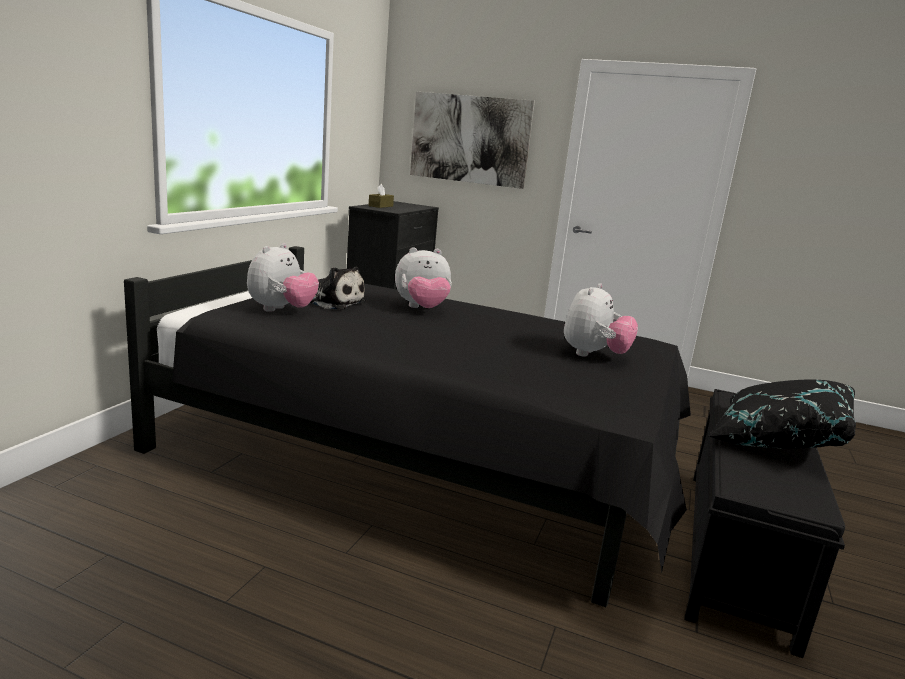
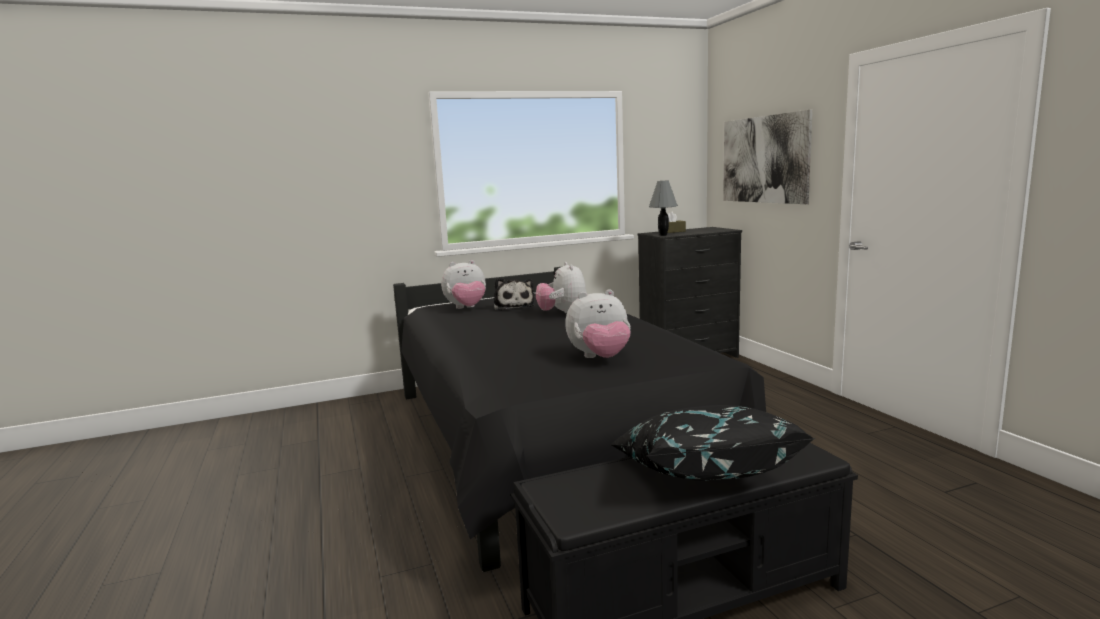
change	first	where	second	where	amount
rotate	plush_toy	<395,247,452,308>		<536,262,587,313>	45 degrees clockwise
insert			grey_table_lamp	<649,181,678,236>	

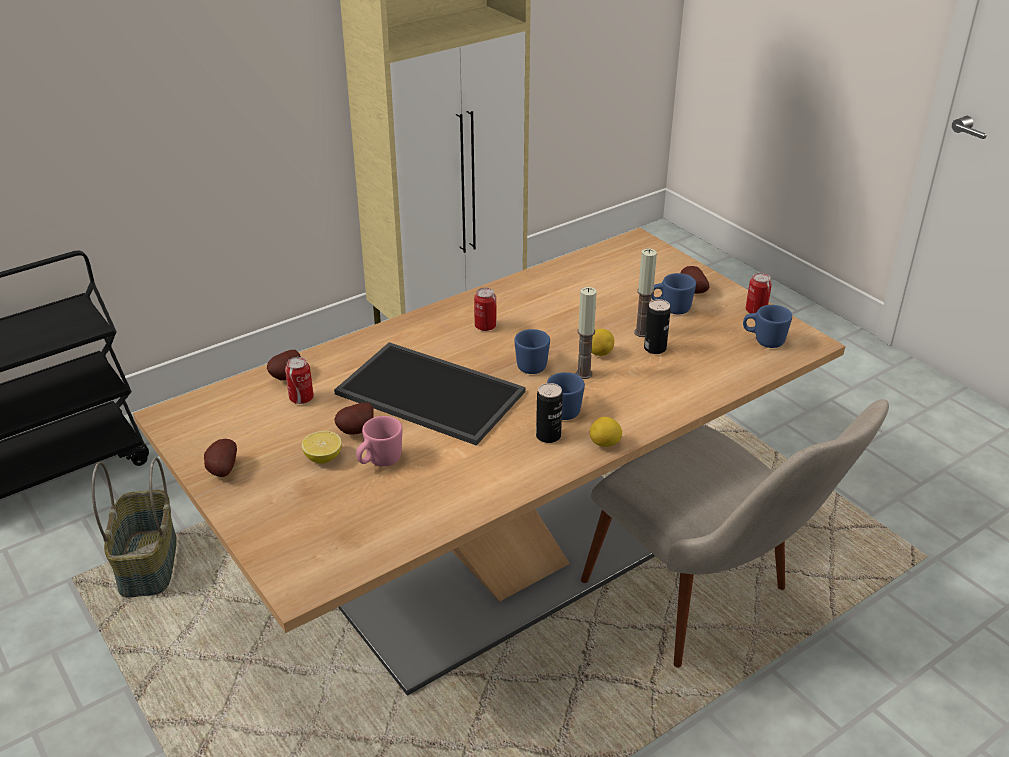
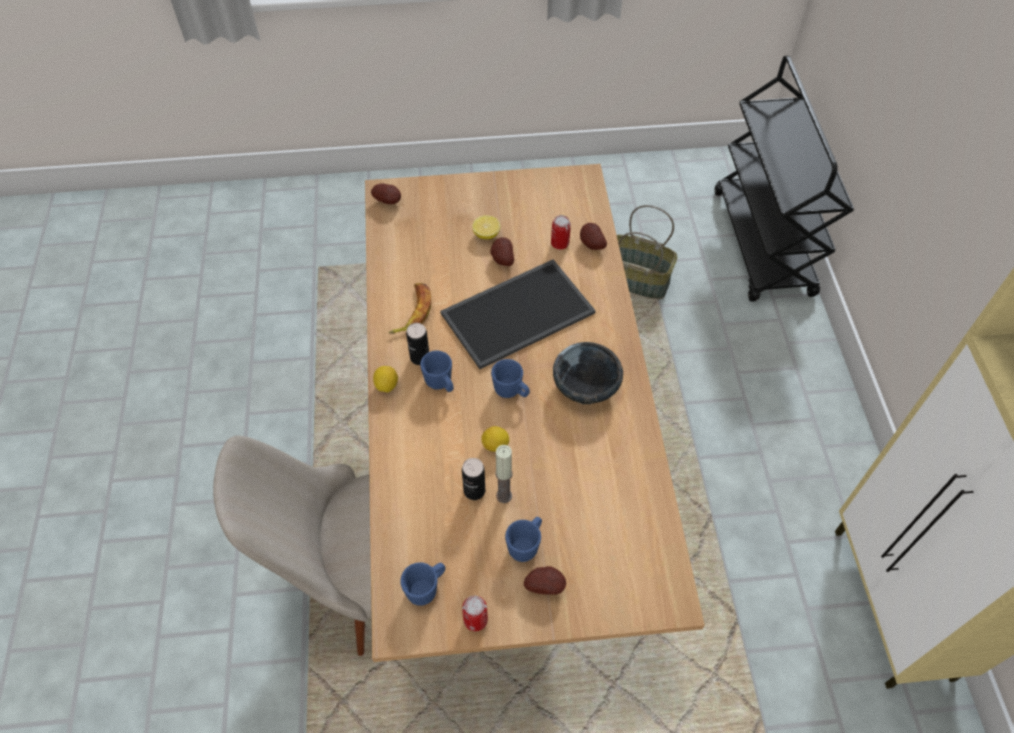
change	first	where	second	where	amount
move	potato	<204,439,237,477>		<371,183,401,204>	
insert			banana	<388,283,431,334>	
replace	can	<474,288,497,331>	black_bowl	<553,342,623,404>	
delete	pink_mug	<356,416,403,467>			
delete	candle	<576,287,597,379>			

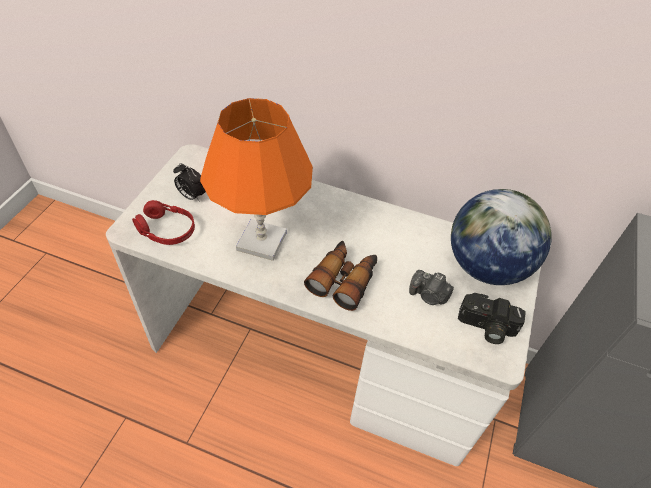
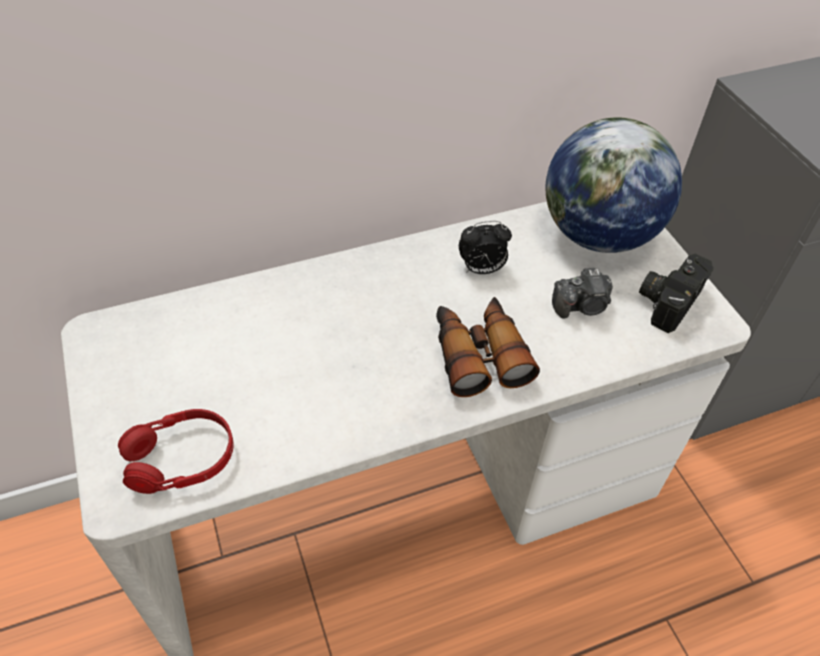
change	first	where	second	where	amount
move	alarm_clock	<173,163,206,202>		<459,221,512,274>	
rotate	photo_camera	<458,293,526,344>		<639,254,714,333>	150 degrees clockwise
delete	orange_table_lamp	<200,98,313,261>			

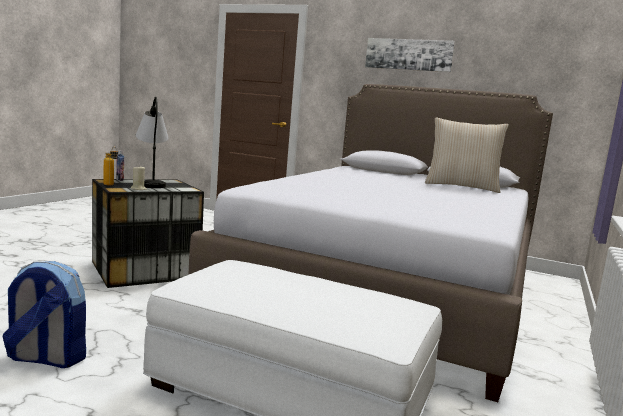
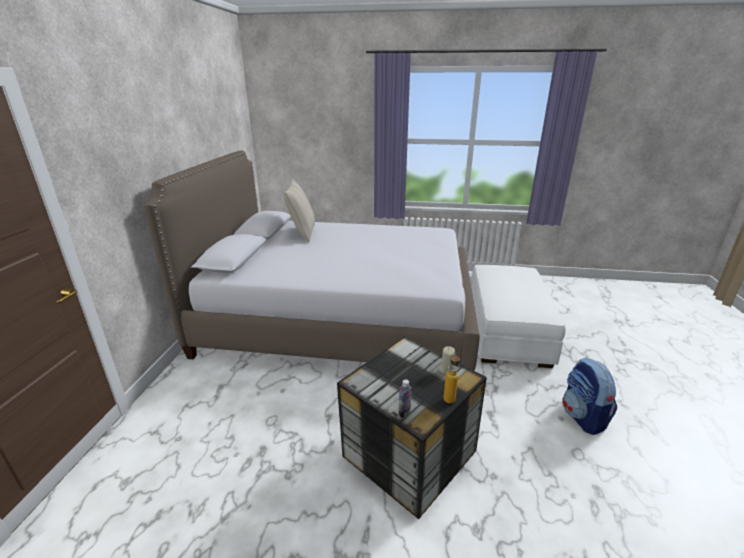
change	first	where	second	where	amount
delete	table_lamp	<136,97,168,188>			
delete	picture	<365,38,455,72>			

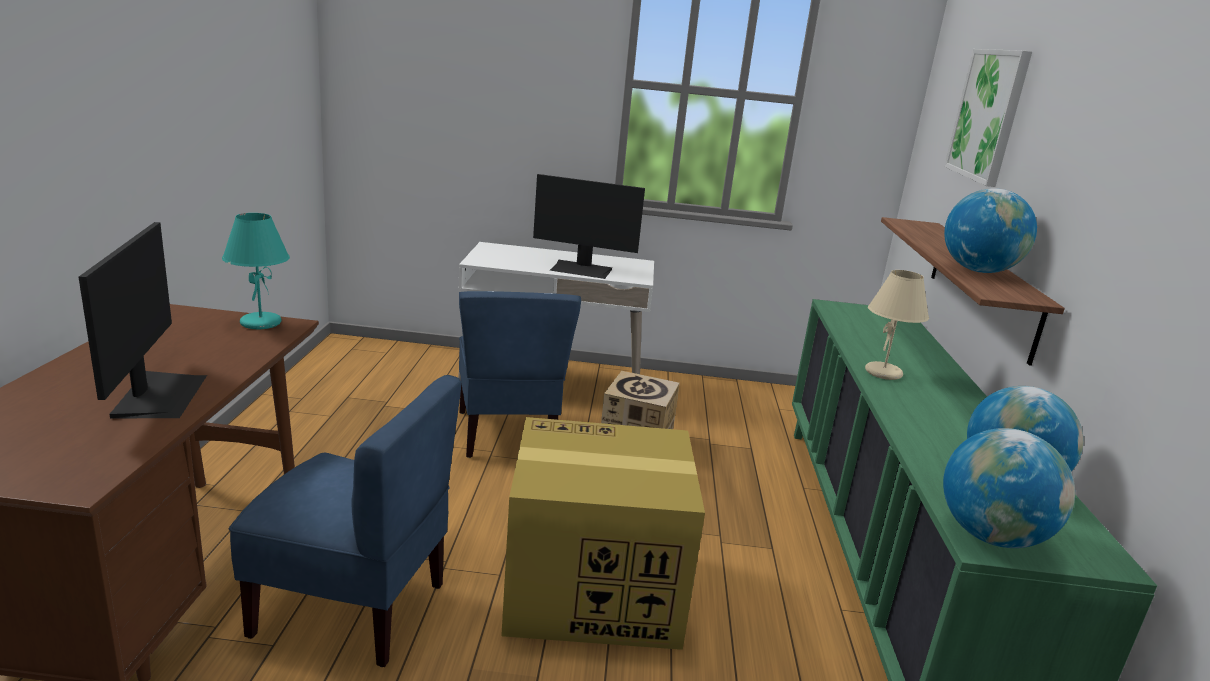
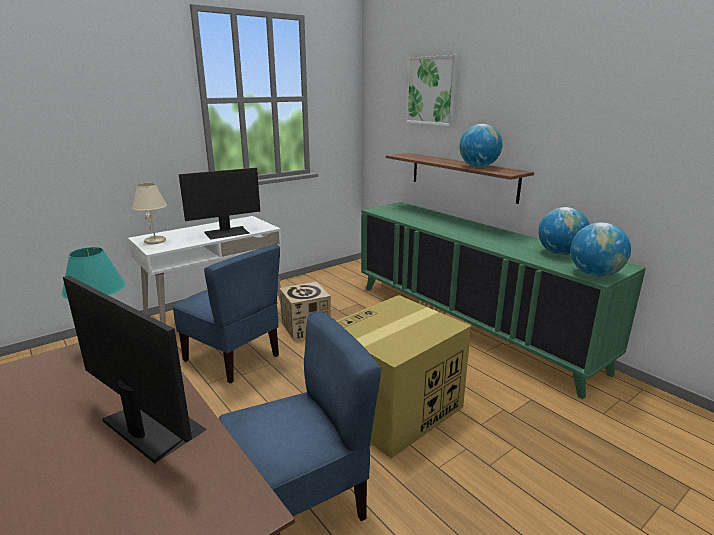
change	first	where	second	where	amount
move	beige_table_lamp	<865,270,929,380>		<132,183,167,244>	

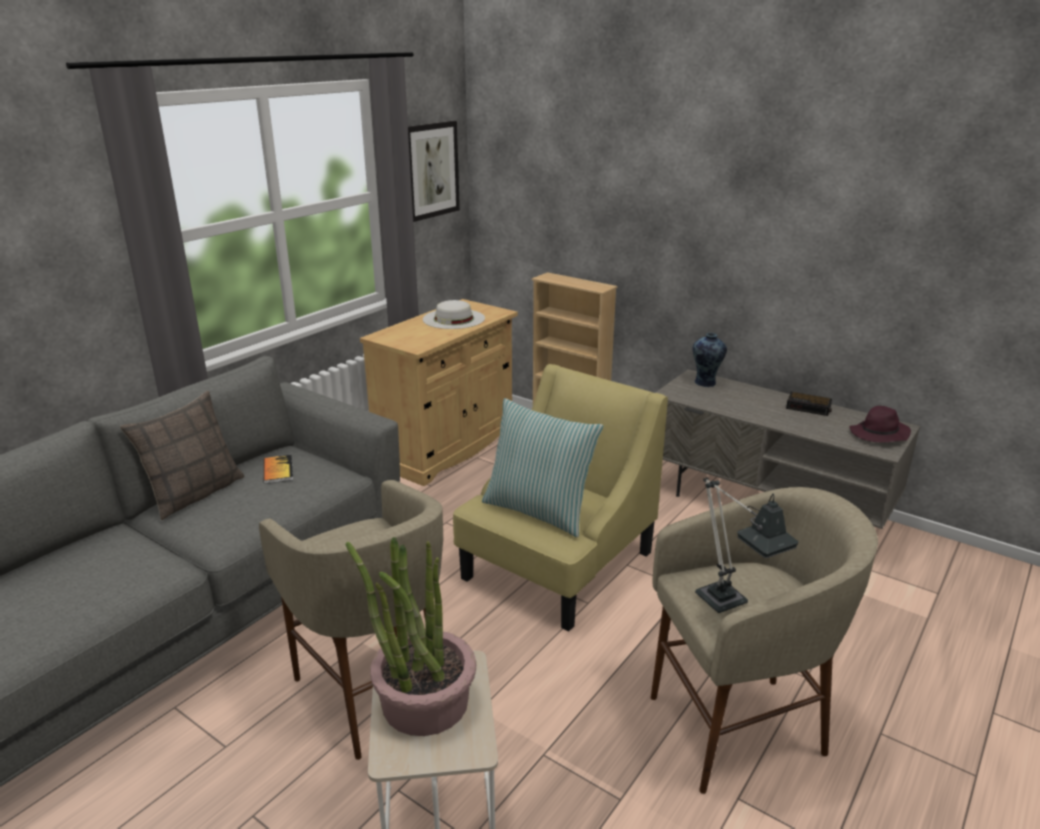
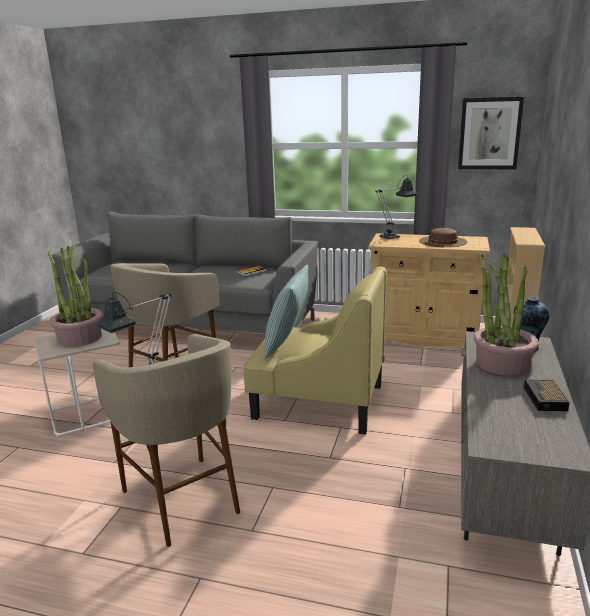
change	first	where	second	where	amount
insert			table_lamp	<375,175,418,240>	
recolor	white_hat	<423,300,485,329>	brown_hat	<419,228,468,247>	
insert			potted_plant	<474,253,539,376>	
delete	pillow	<120,391,244,520>			
delete	purple_hat	<849,406,911,443>			

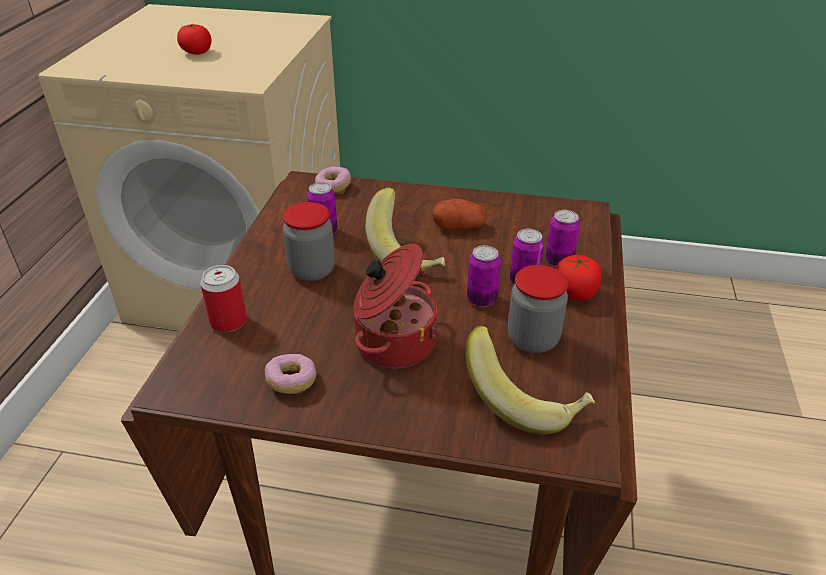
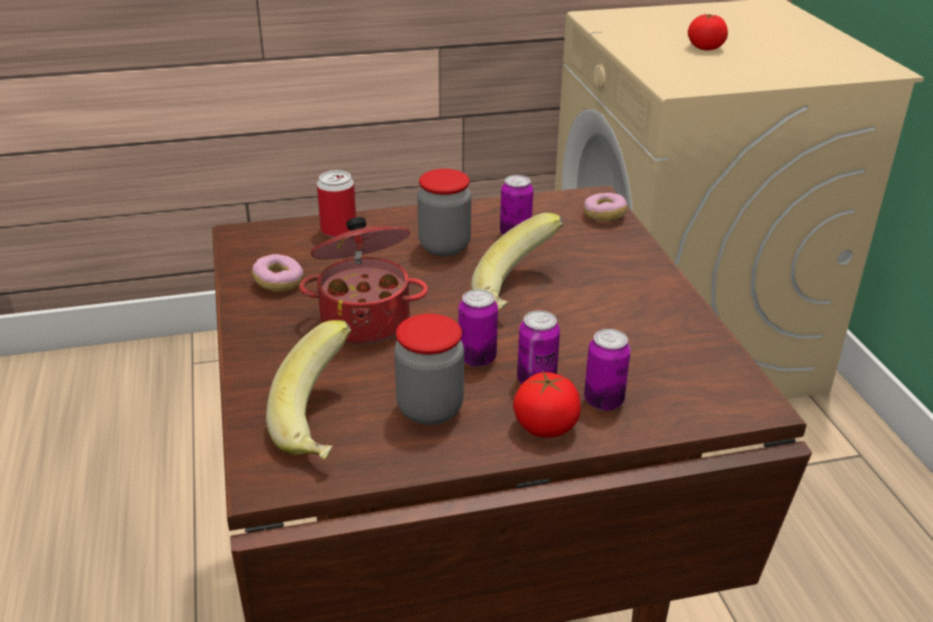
change	first	where	second	where	amount
delete	potato	<433,199,487,230>			

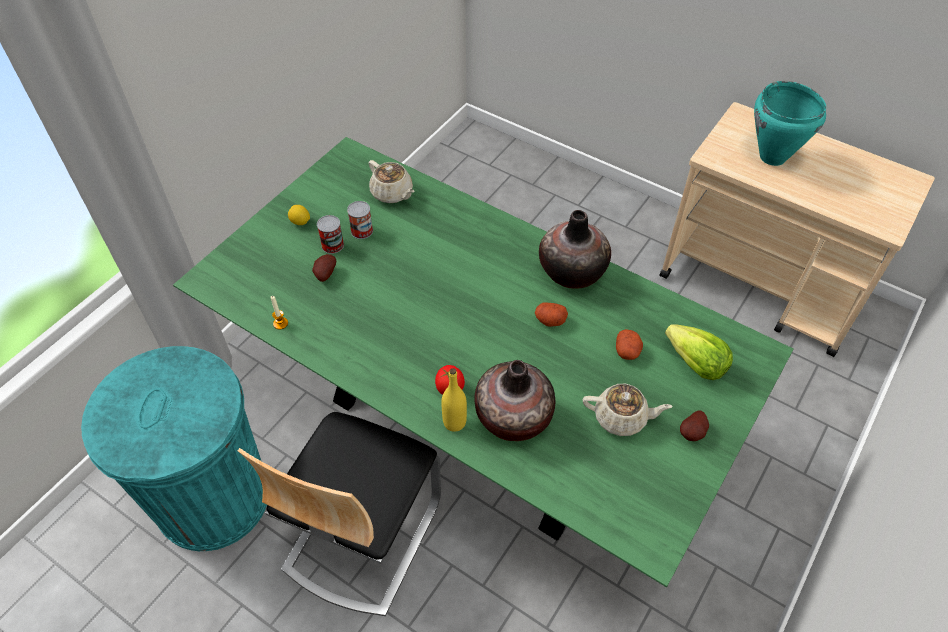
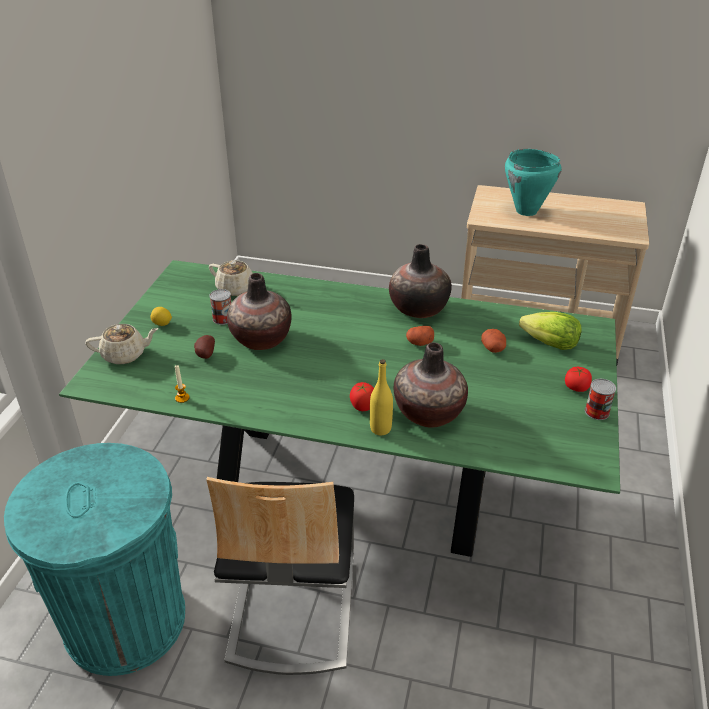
change	first	where	second	where	amount
move	beige_teapot	<582,384,673,436>		<85,324,158,364>	
insert			vase	<227,273,292,350>	
replace	potato	<680,410,709,441>	tomato	<565,367,592,392>	
move	can	<317,215,344,254>		<585,379,616,420>	

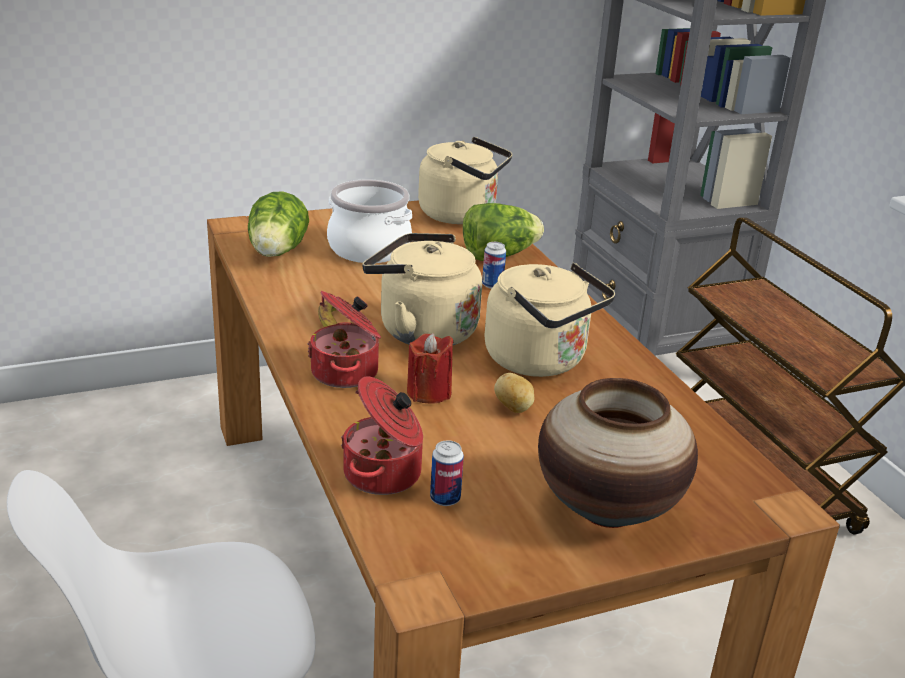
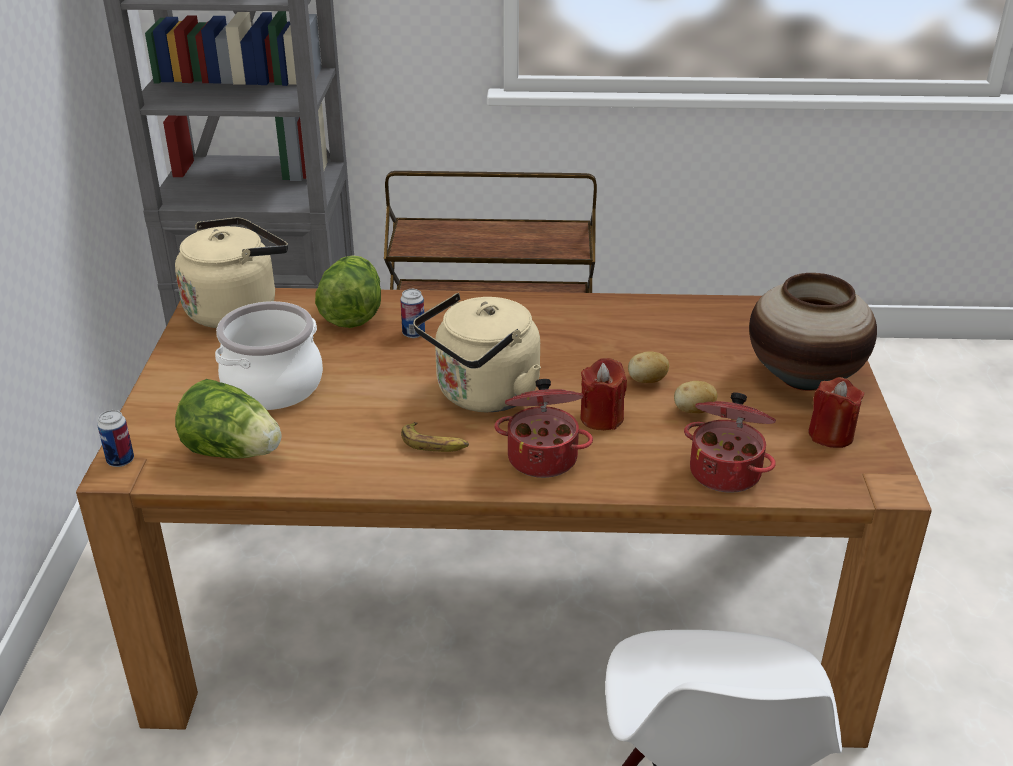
change	first	where	second	where	amount
move	can	<430,440,464,506>		<97,410,134,467>	
insert			potato	<674,381,717,413>	
insert			red_candle	<808,377,864,448>	
delete	beige_kettle	<484,263,615,377>			

